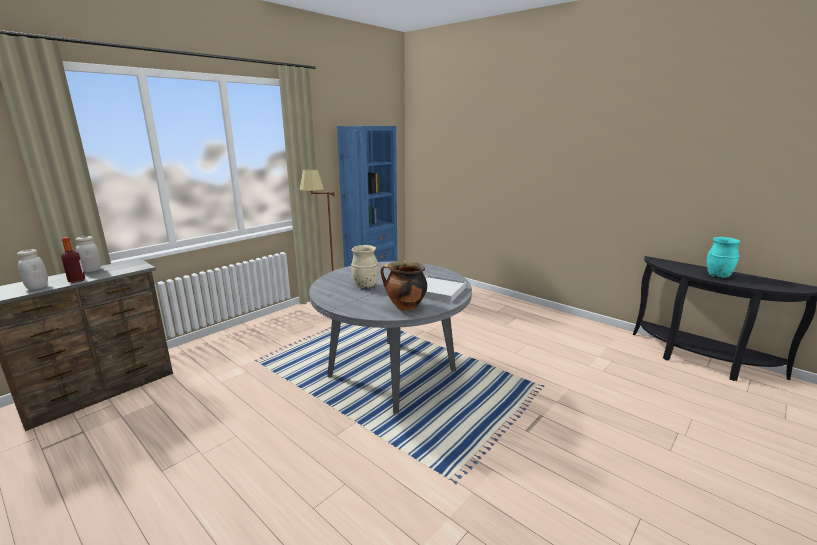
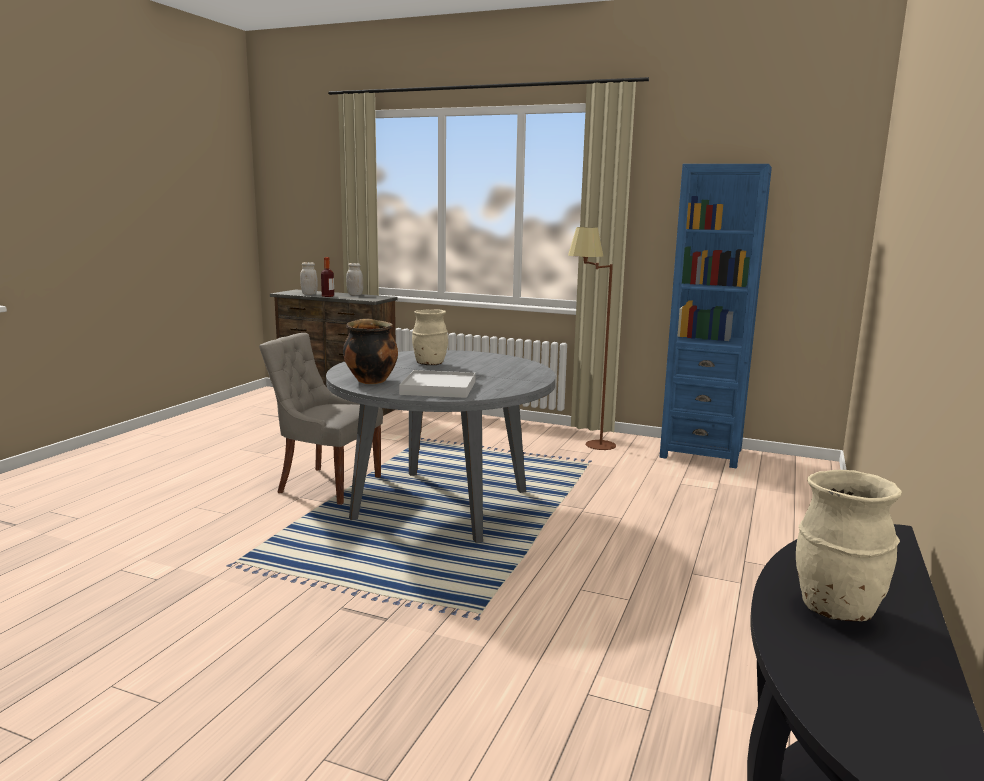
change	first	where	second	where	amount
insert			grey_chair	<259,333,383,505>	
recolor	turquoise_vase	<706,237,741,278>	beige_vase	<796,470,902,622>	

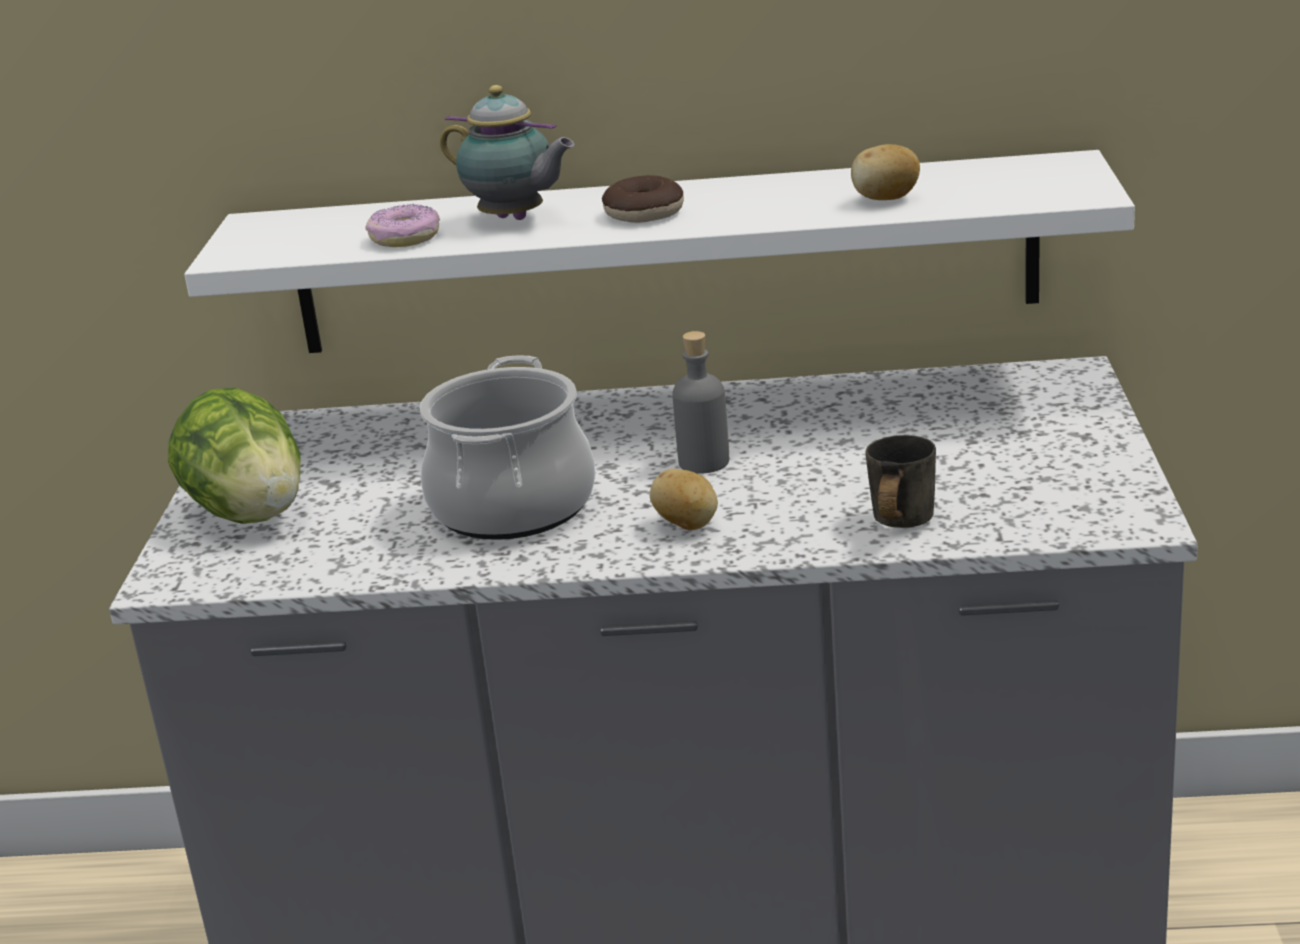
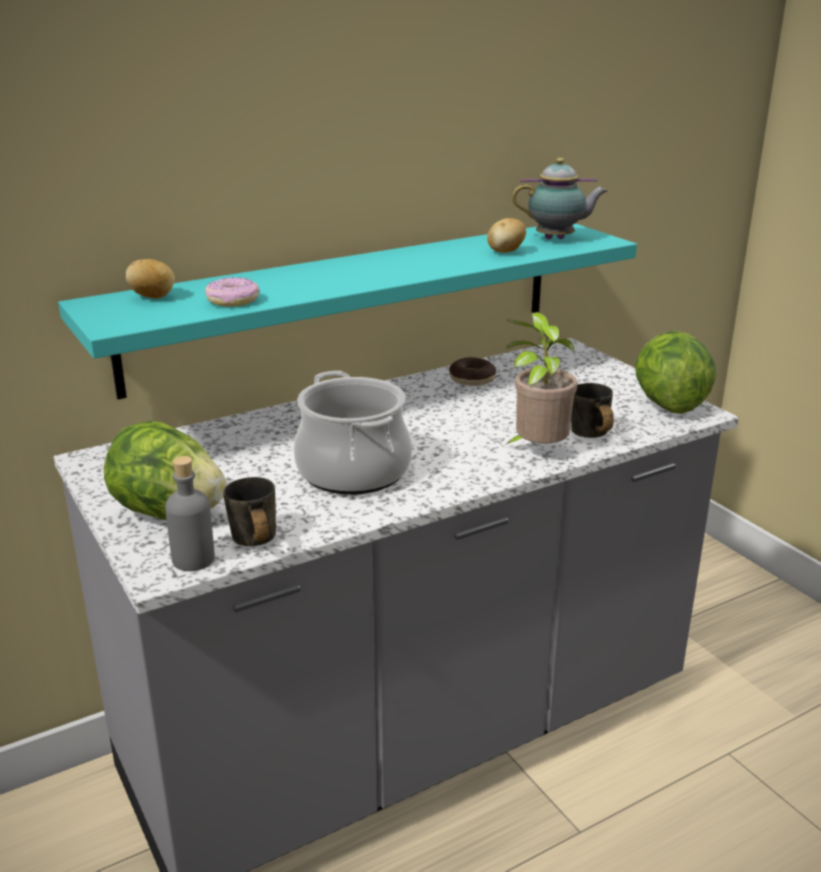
change	first	where	second	where	amount
recolor	white_shelf	<184,150,1135,353>	turquoise_shelf	<58,224,637,400>	
move	potato	<650,469,718,530>		<126,259,175,298>	
move	grey_bottle	<672,331,729,474>		<165,456,215,571>	
insert			grey_mug	<223,477,276,546>	
move	donut	<602,175,684,223>		<449,357,496,386>	
insert			potted_plant	<505,312,577,445>	
move	teapot	<440,85,574,220>		<512,158,608,239>	
insert			lettuce	<635,331,716,414>	

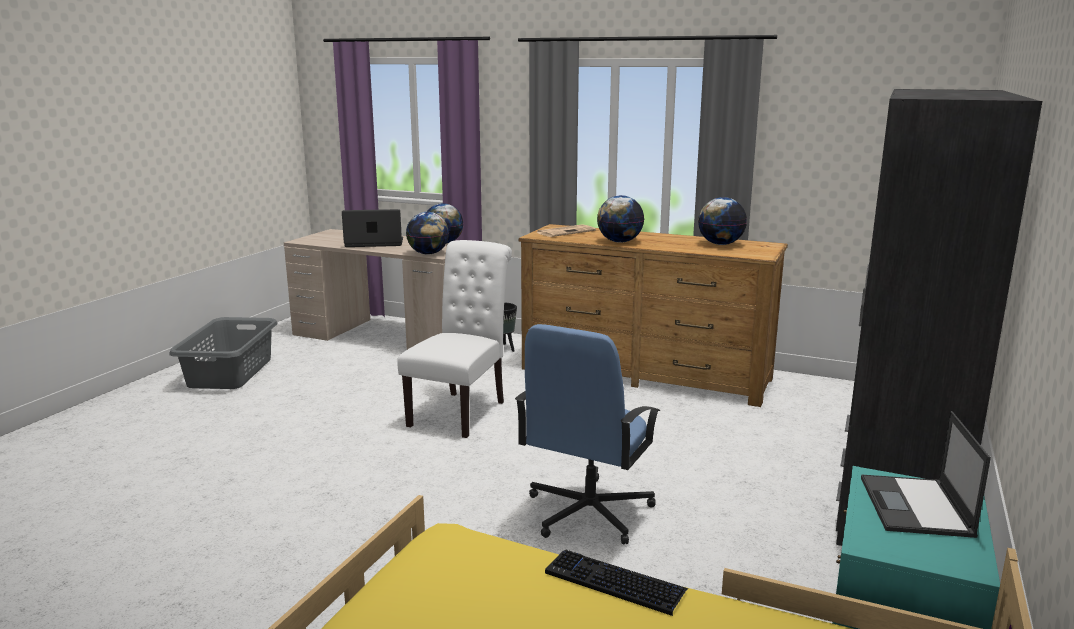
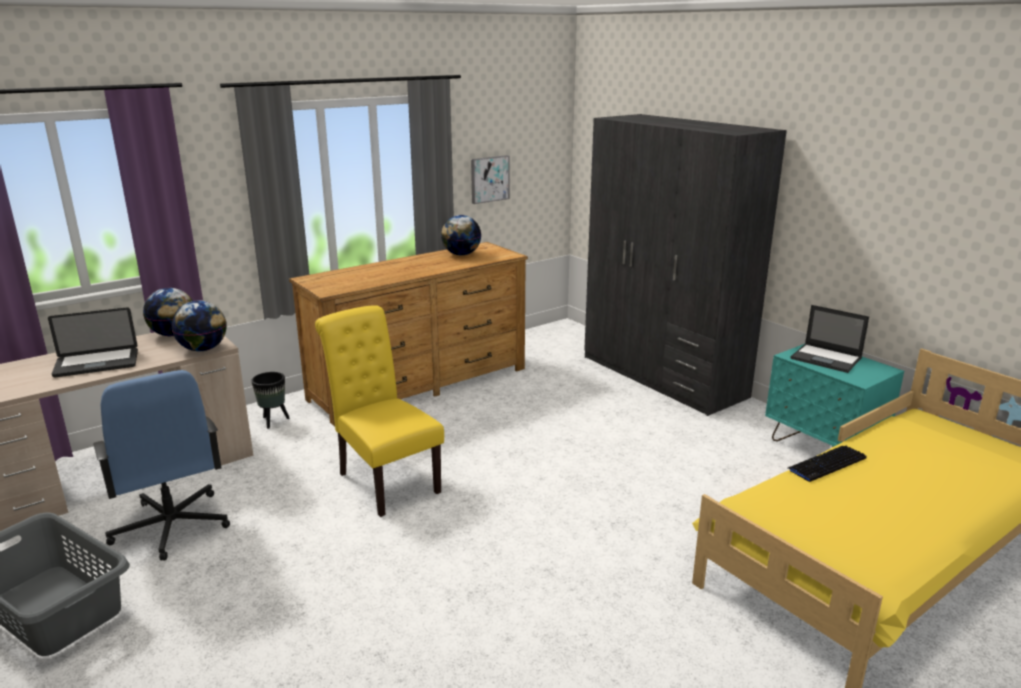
change	first	where	second	where	amount
rotate	laptop	<342,209,403,247>		<48,307,138,377>	135 degrees counterclockwise
move	blue_office_chair	<515,324,660,545>		<93,370,230,561>	
recolor	white_chair	<397,240,512,438>	yellow_chair	<315,305,444,517>	
insert			picture	<471,155,510,204>	
delete	newspaper	<537,224,596,237>			
delete	globe	<597,195,644,243>			

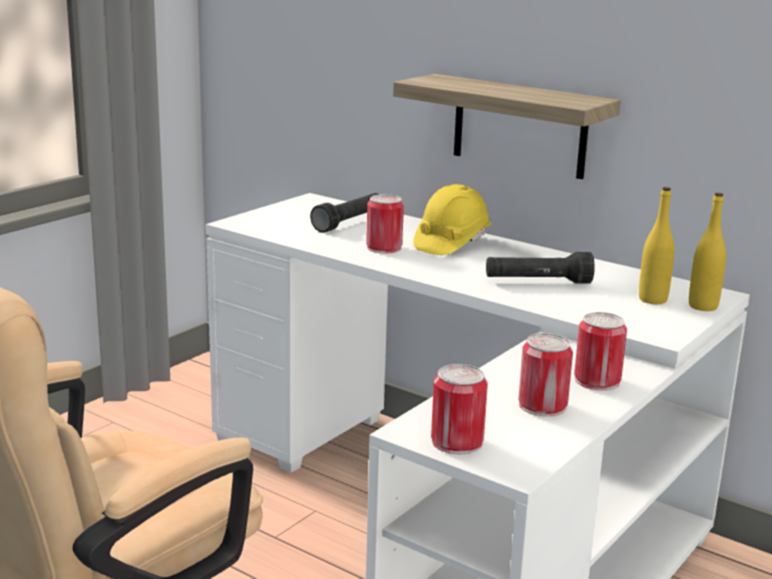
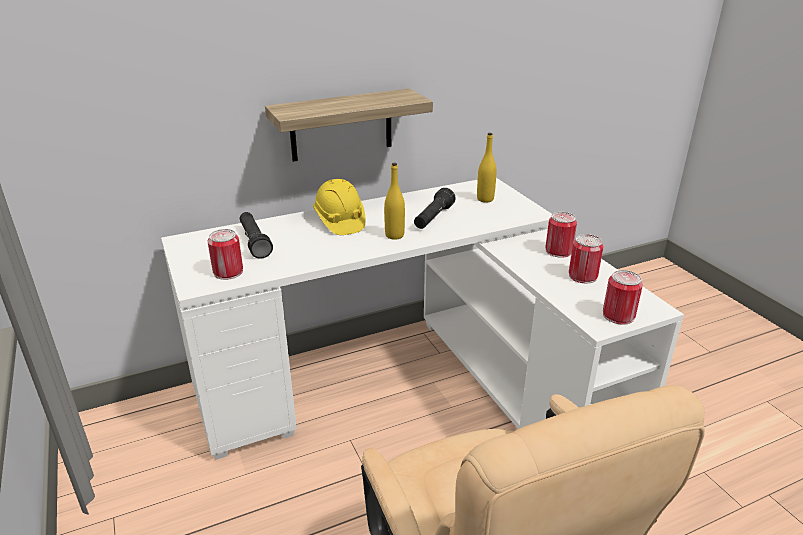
change	first	where	second	where	amount
move	can	<366,194,404,253>		<207,229,243,280>	
move	yellow_bottle	<689,193,726,311>		<384,163,405,240>	

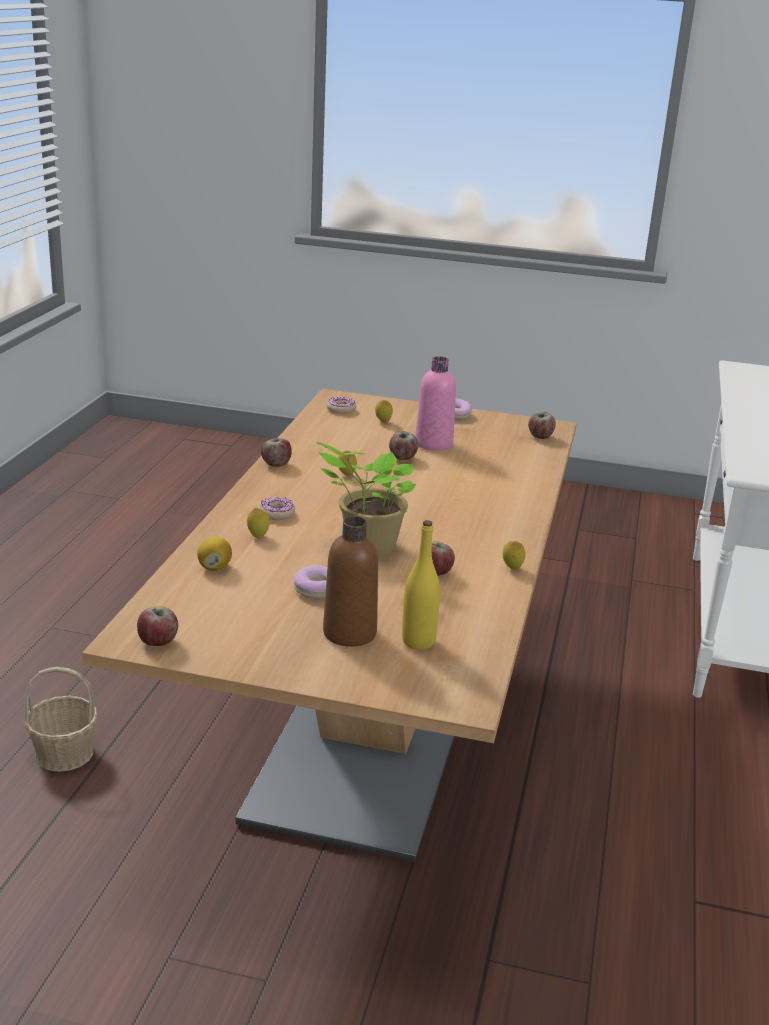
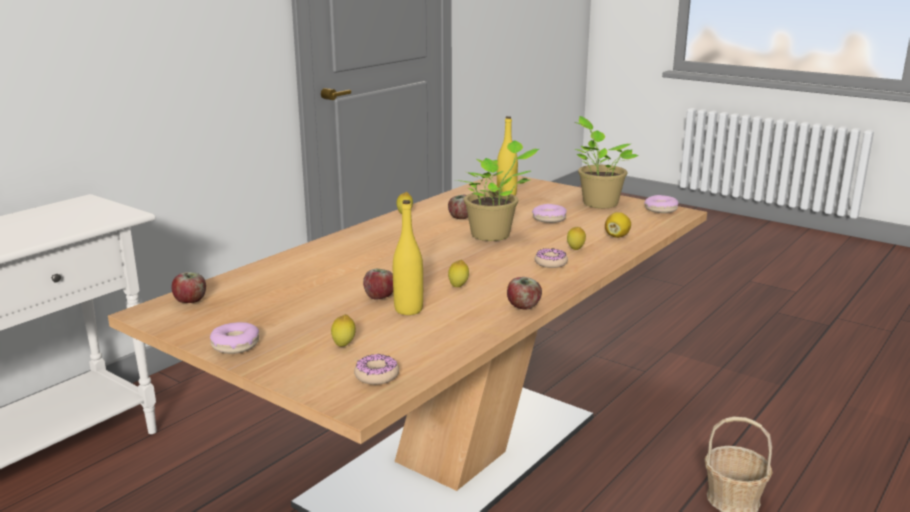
change	first	where	second	where	amount
insert			yellow_bottle	<393,200,423,315>	
insert			potted_plant	<575,116,638,208>	
replace	apple	<137,606,178,646>	donut	<644,195,679,213>	
delete	brown_bottle	<323,517,378,647>			
delete	pink_bottle	<415,356,456,451>			

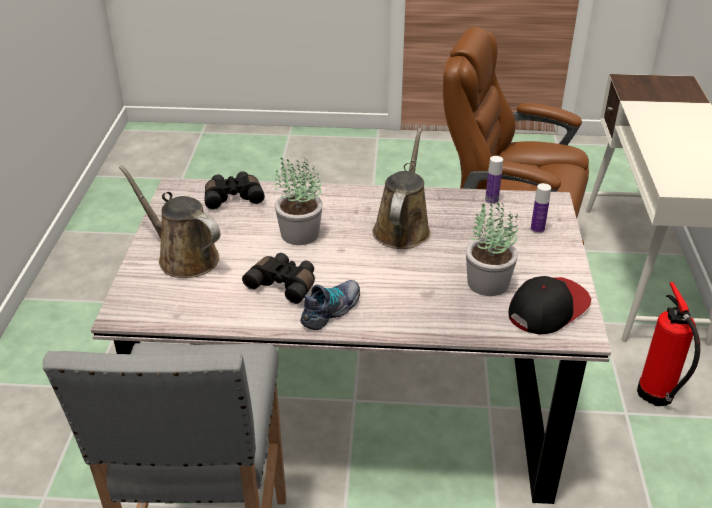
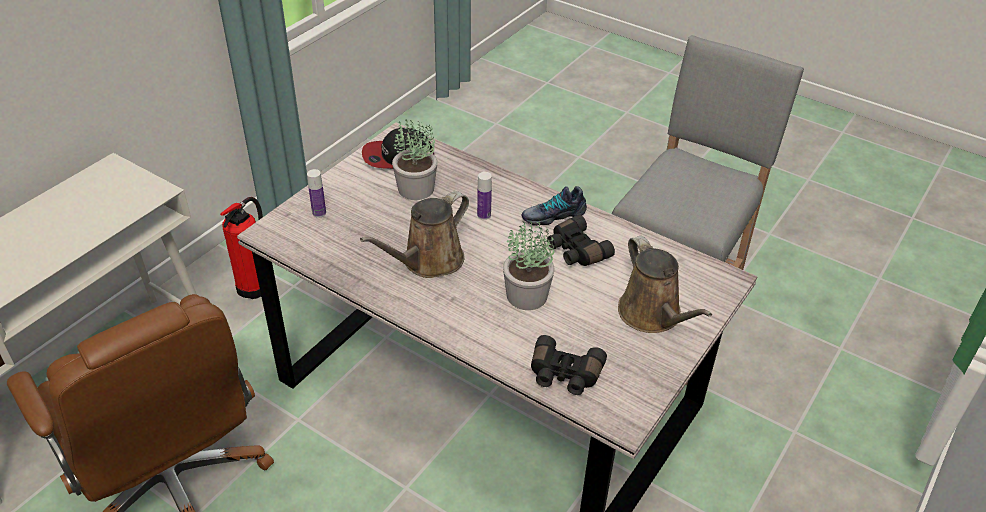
change	first	where	second	where	amount
move	bottle	<485,156,503,204>		<477,172,492,220>	

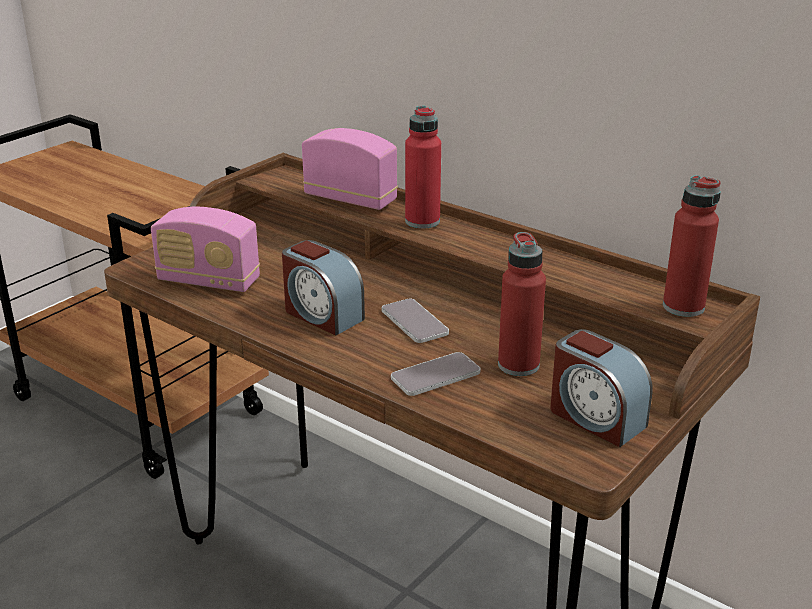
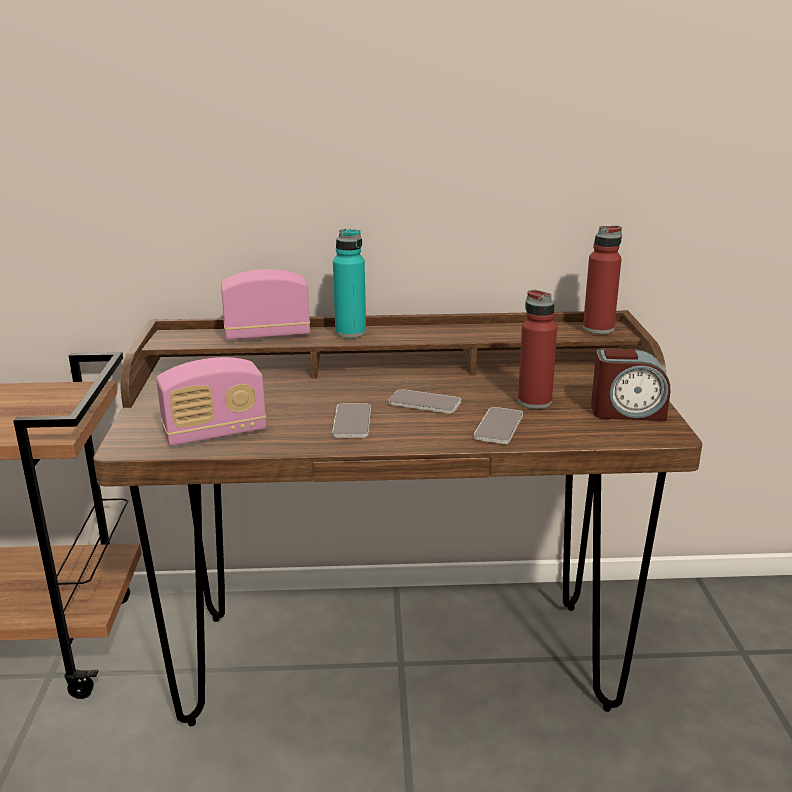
change	first	where	second	where	amount
replace	alarm_clock	<282,240,365,335>	phone	<332,404,371,438>	
recolor	red_bottle	<405,106,441,229>	turquoise_bottle	<333,229,366,338>	

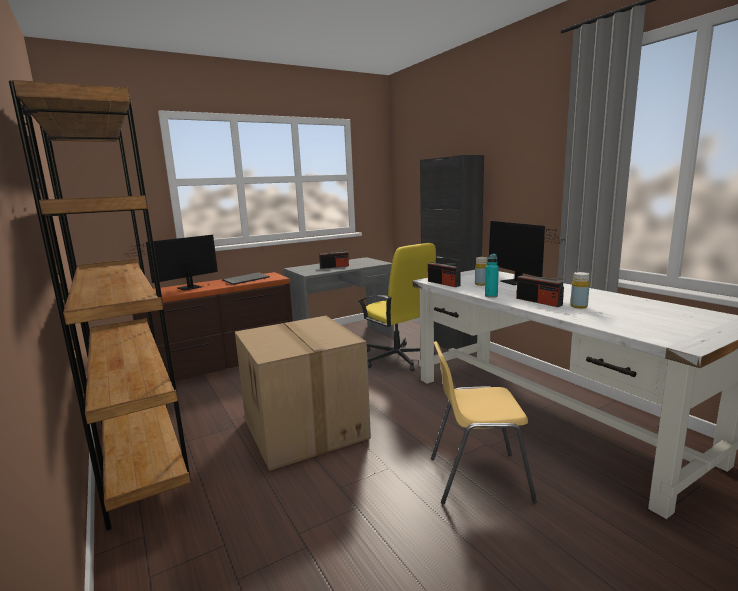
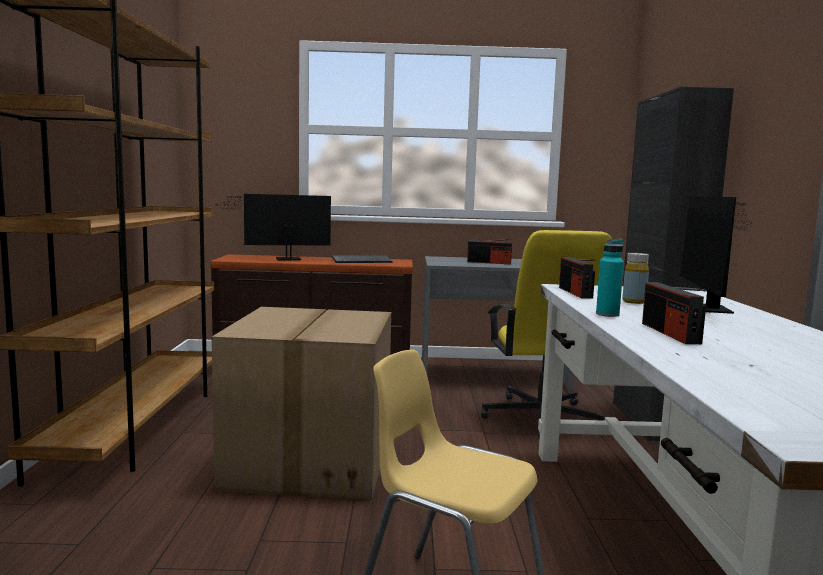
change	first	where	second	where	amount
delete	yellow_bottle	<570,272,590,309>			

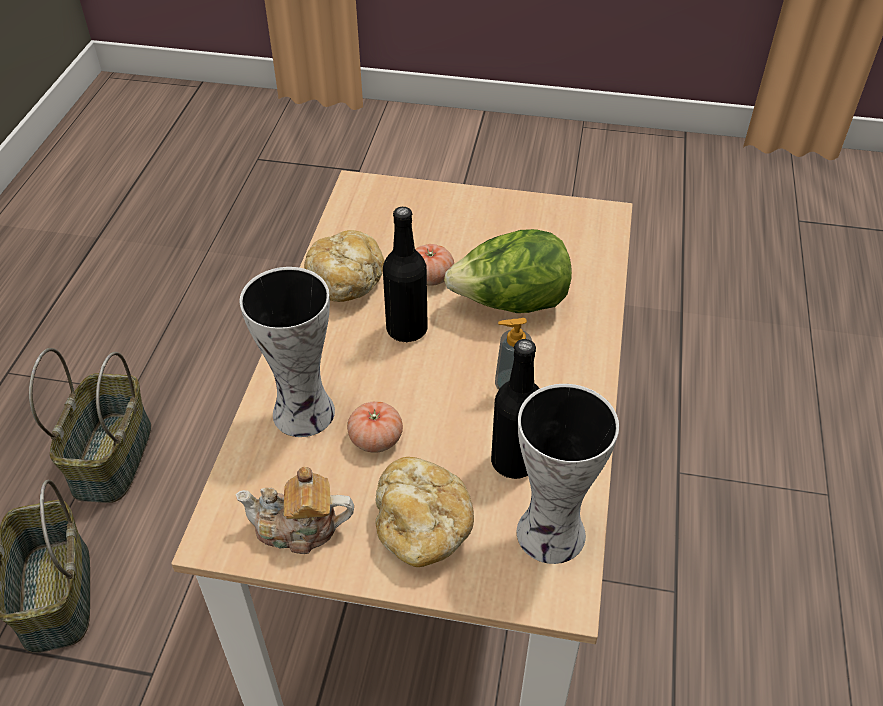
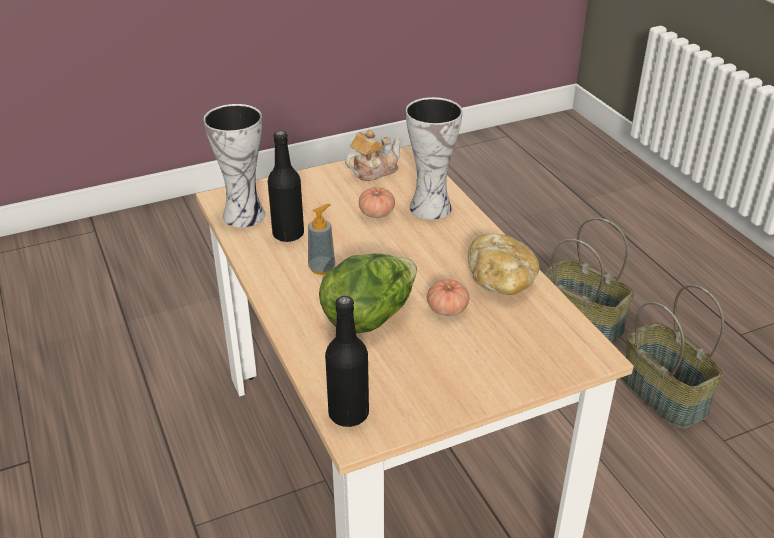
change	first	where	second	where	amount
move	black_bottle	<383,207,428,342>		<325,296,369,427>	
delete	bread	<375,457,474,567>			

